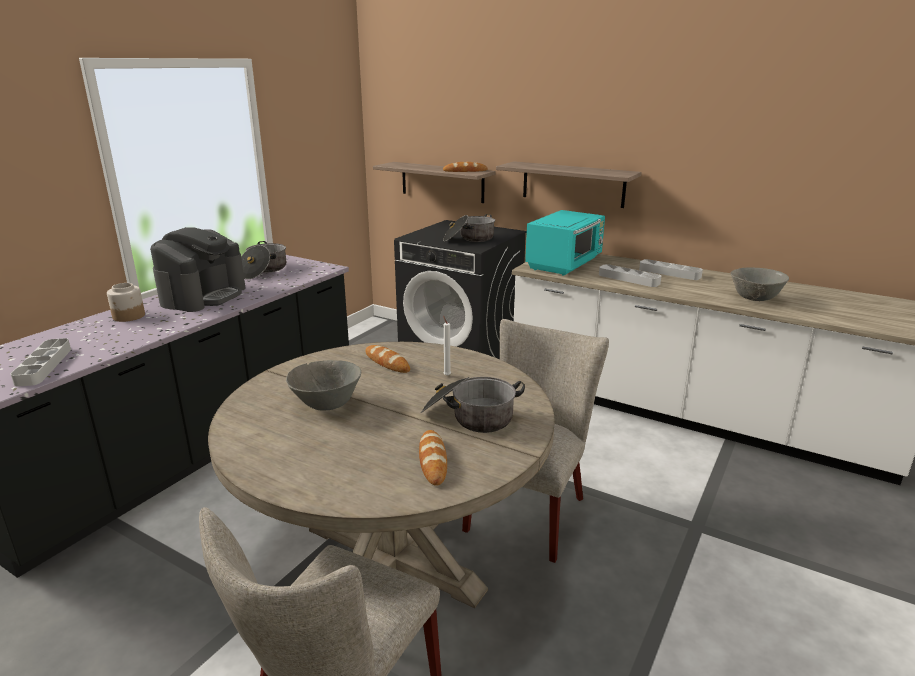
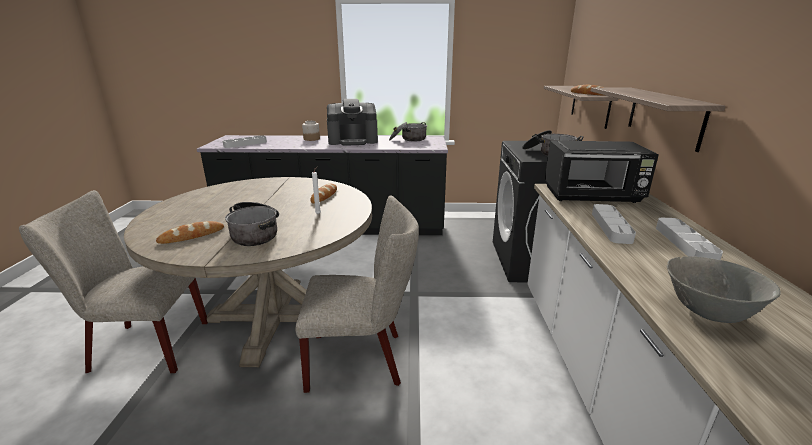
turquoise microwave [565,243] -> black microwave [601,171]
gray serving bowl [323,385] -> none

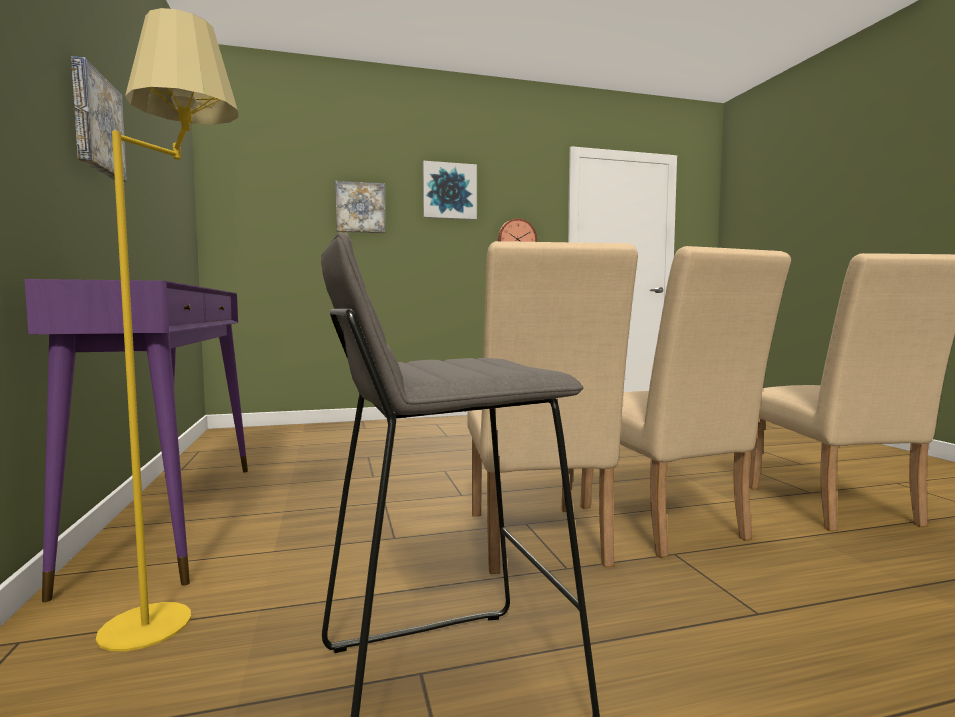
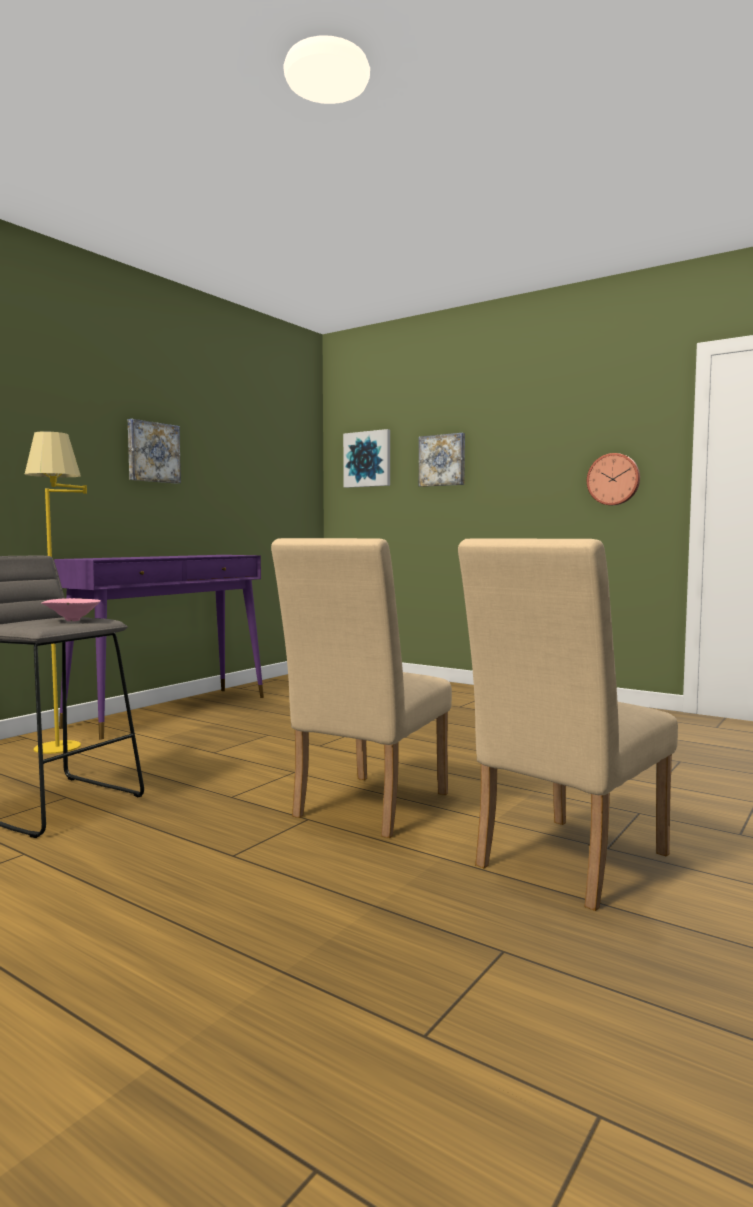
wall art [450,190] -> wall art [366,458], moved
beige-coloured upright chair [552,407] -> none
none -> pinkish serving bowl [71,609]

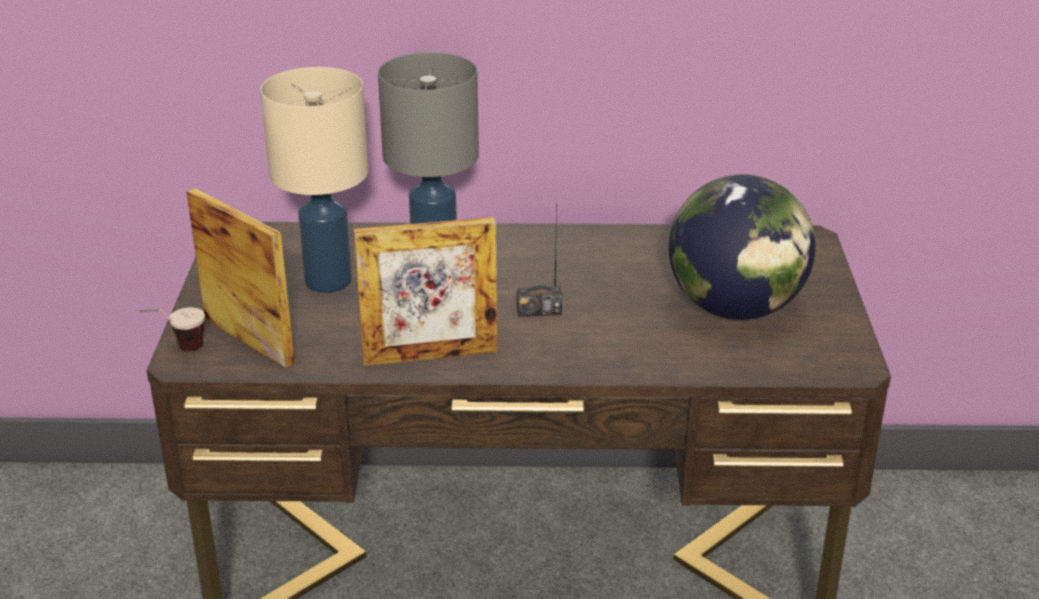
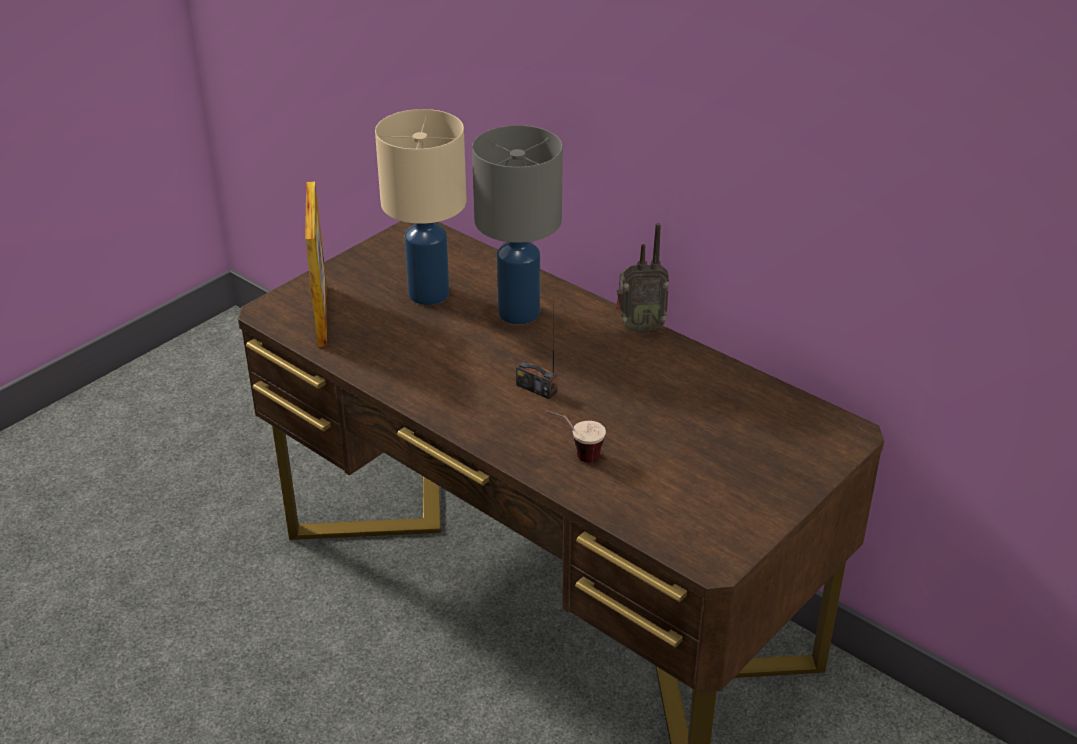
globe [742,247] -> none
standing frame [425,291] -> none
drinking cup [172,329] -> drinking cup [575,436], moved
none -> radio set [643,278]

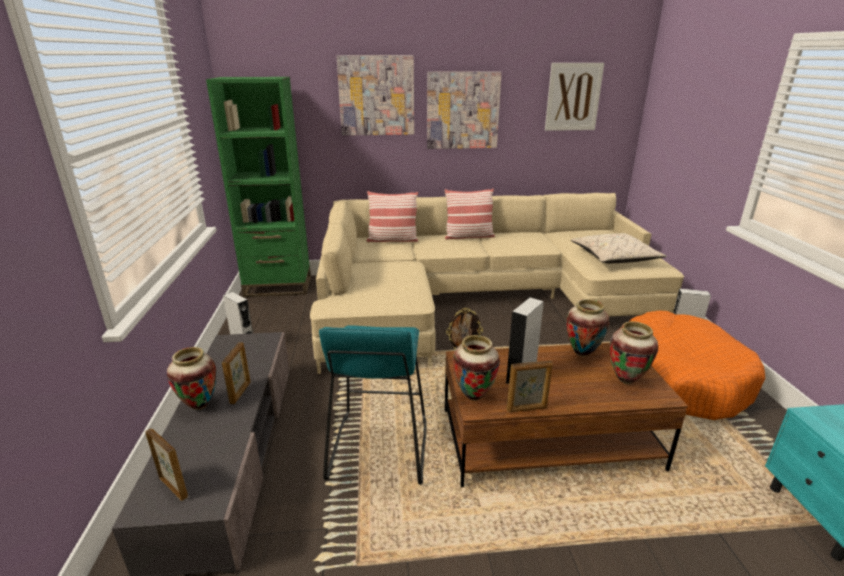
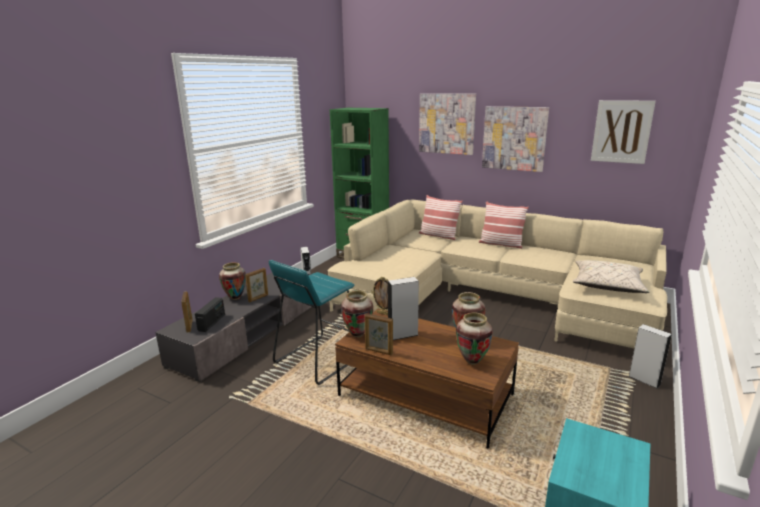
orangey dog cushion [692,365] -> none
none -> radio set [210,314]

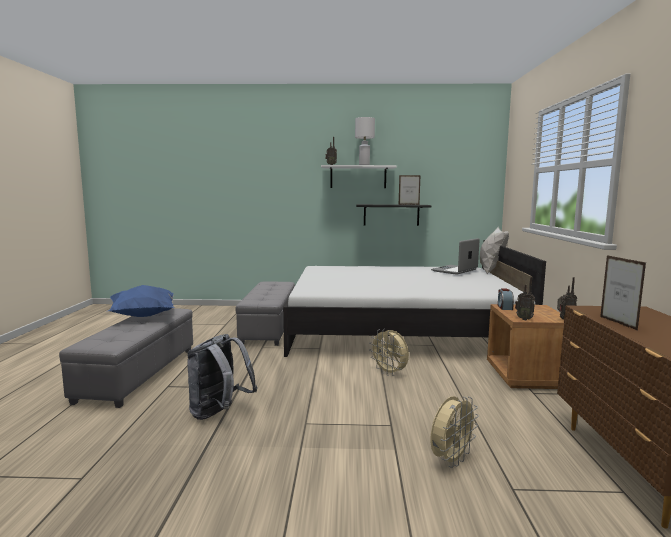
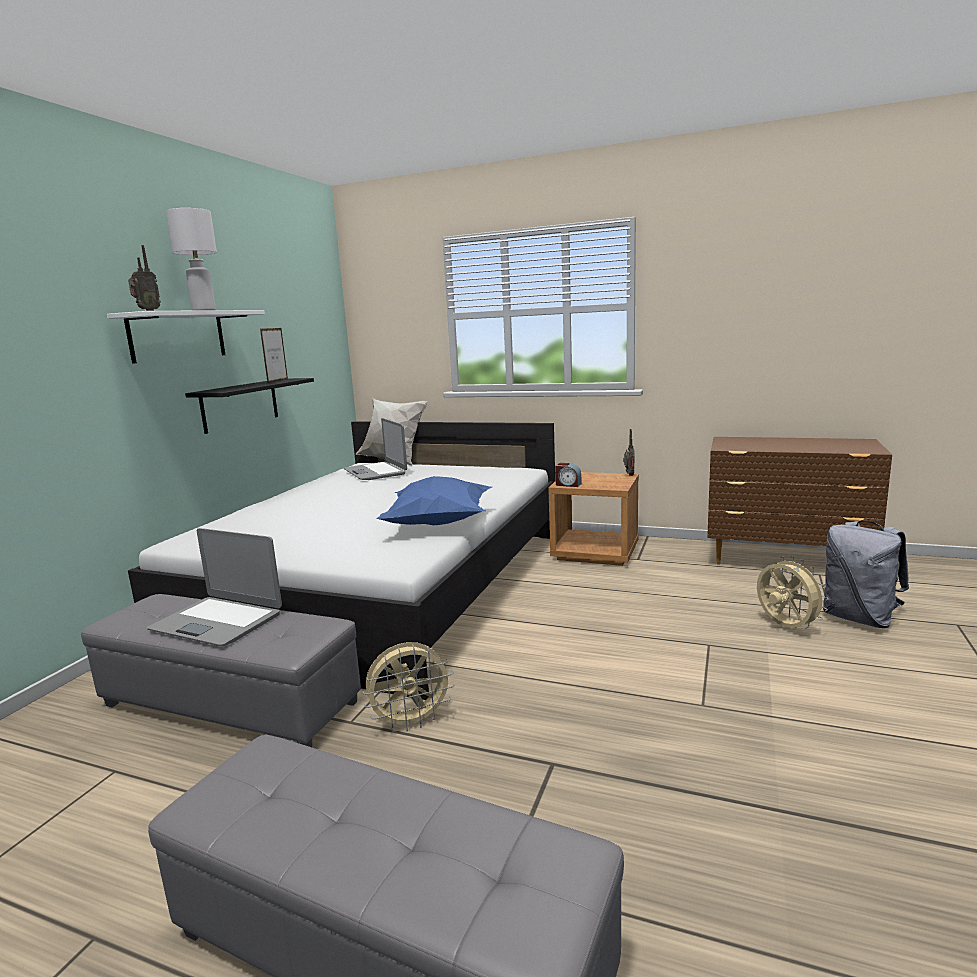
standing frame [623,293] -> none
radio set [525,298] -> none
blue throw pillow [141,301] -> blue throw pillow [434,500], moved
beige-coloured cooling fan [389,352] -> beige-coloured cooling fan [409,686], moved
gray backpack [222,377] -> gray backpack [866,574], moved
none -> laptop [214,587]

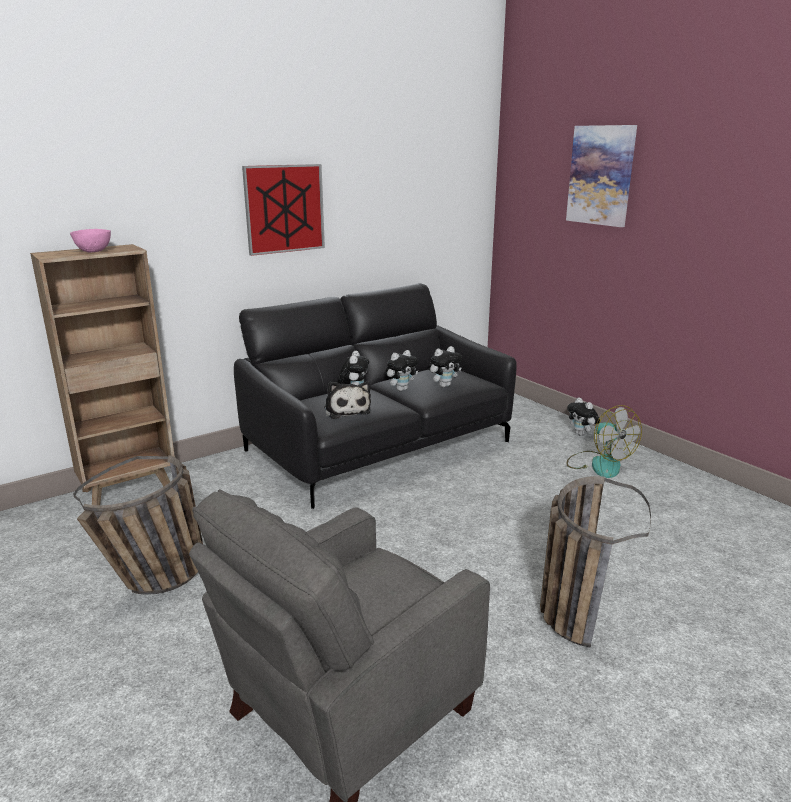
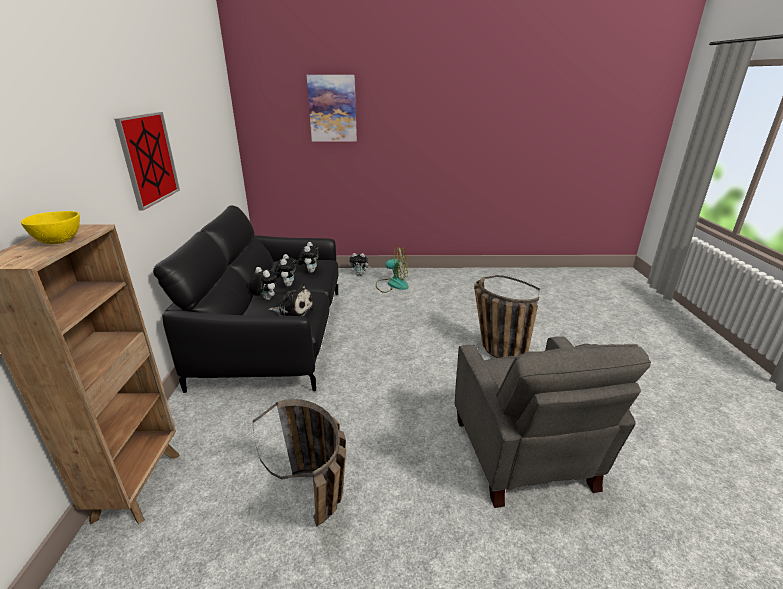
pinkish serving bowl [90,240] -> yellow serving bowl [50,227]

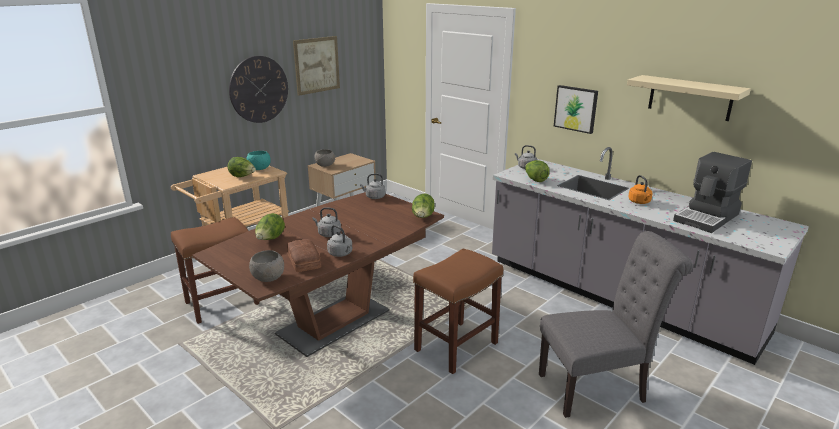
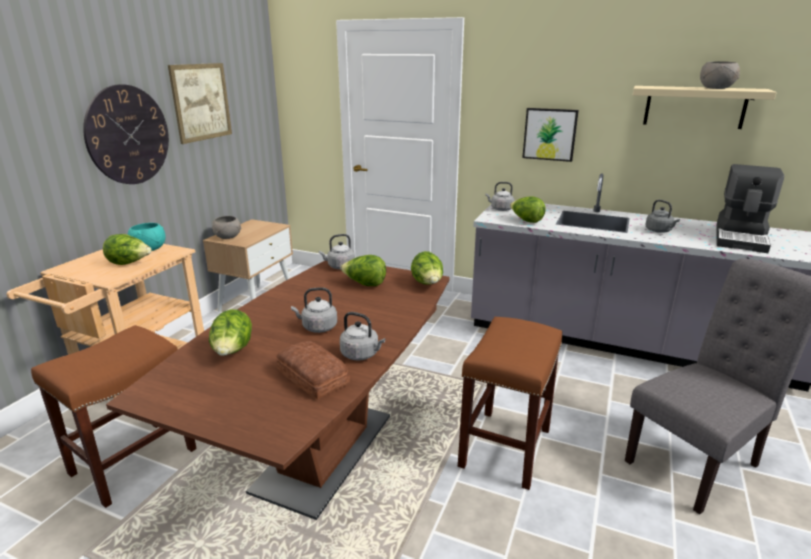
orangey kettle [640,189] -> gray kettle [662,216]
gray serving bowl [266,266] -> gray serving bowl [720,75], moved
none -> lettuce [363,270]

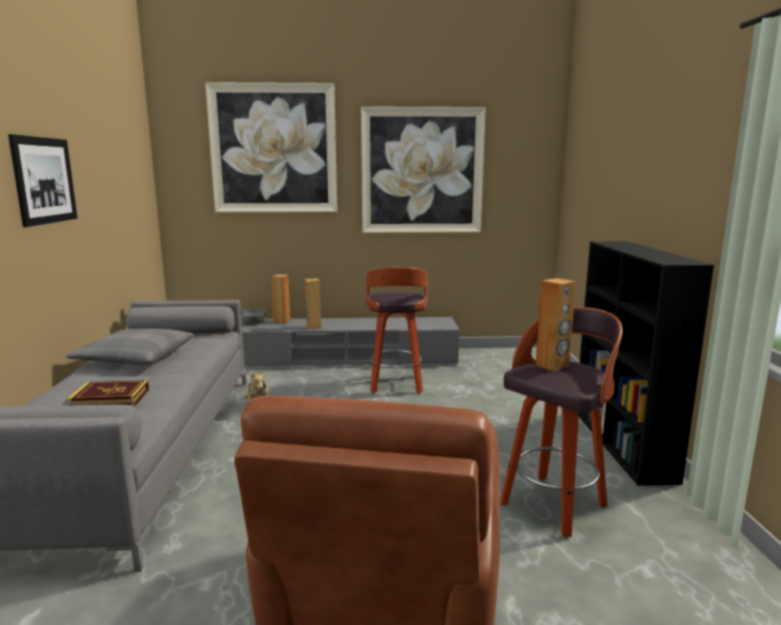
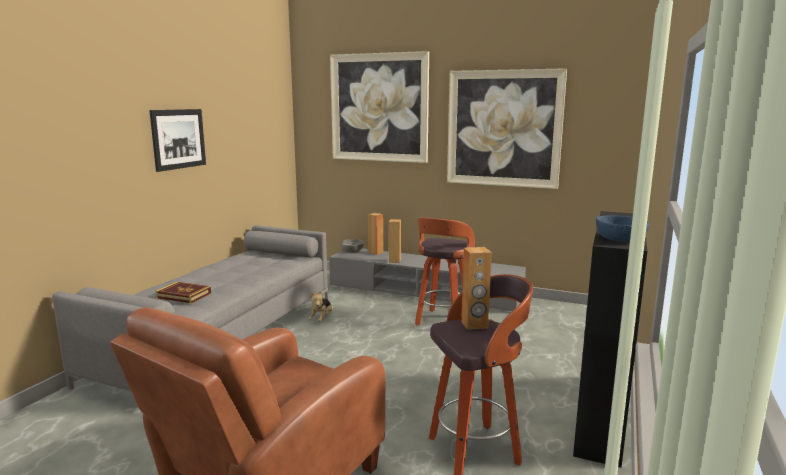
gray throw pillow [130,347] -> none
none -> blue serving bowl [622,229]

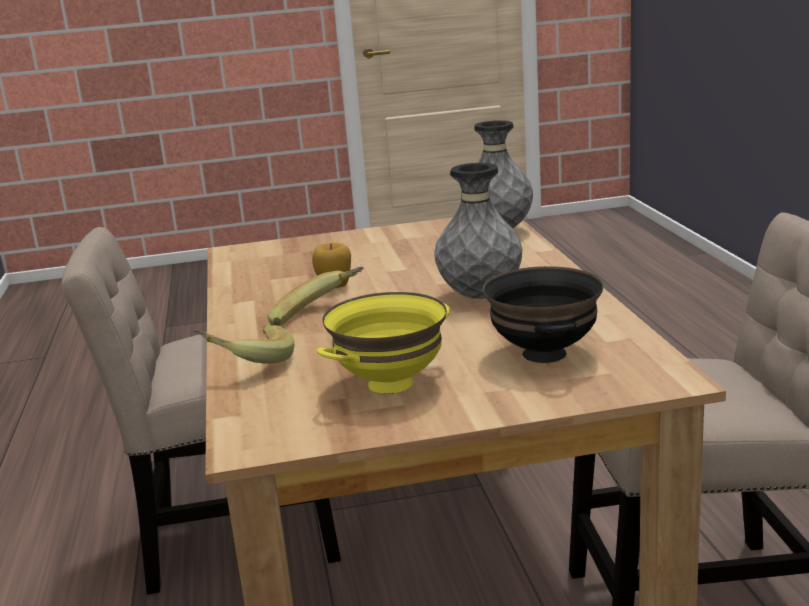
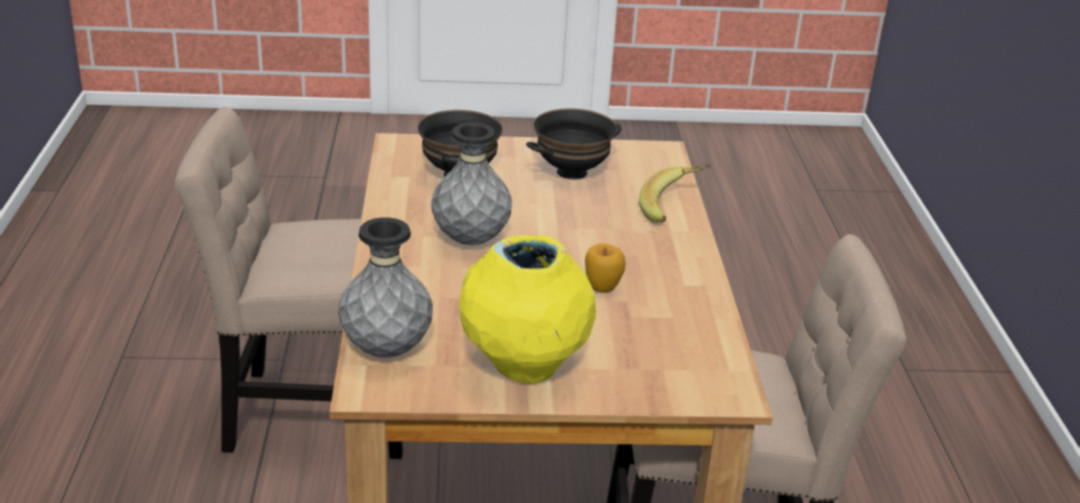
banana [315,296] -> none
yellow serving bowl [383,343] -> black serving bowl [573,143]
none -> yellow decorative vase [527,309]

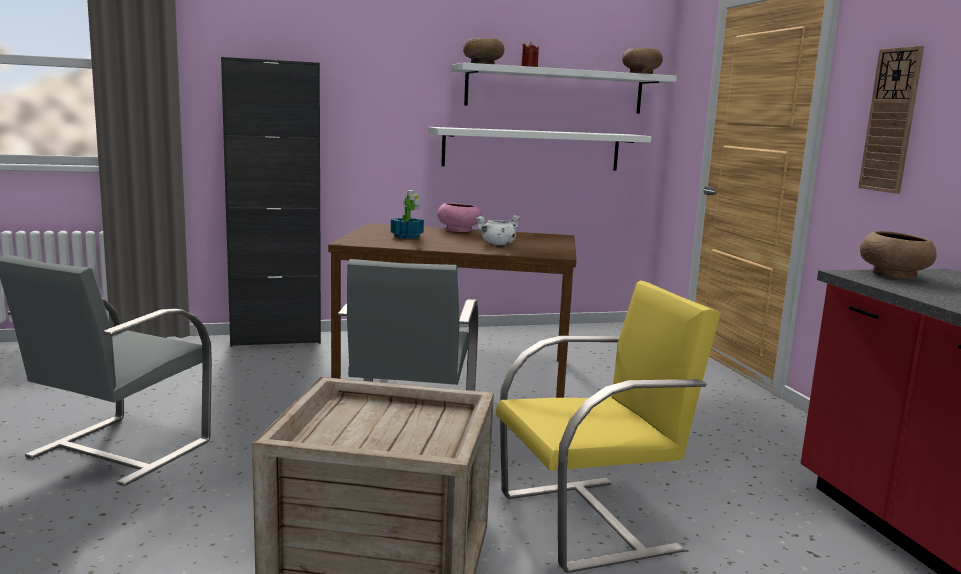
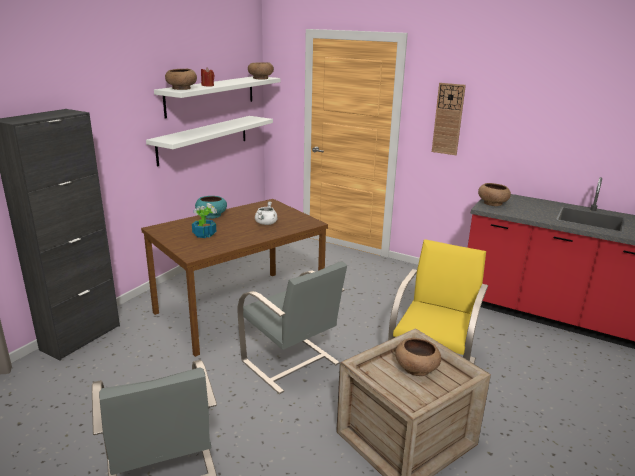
pinkish serving bowl [459,217] -> turquoise serving bowl [211,207]
none -> brown serving bowl [418,357]

